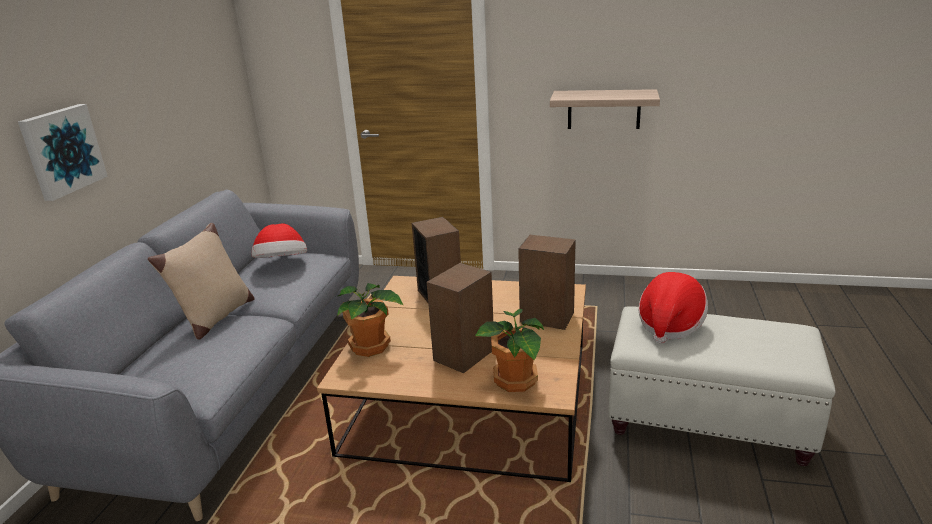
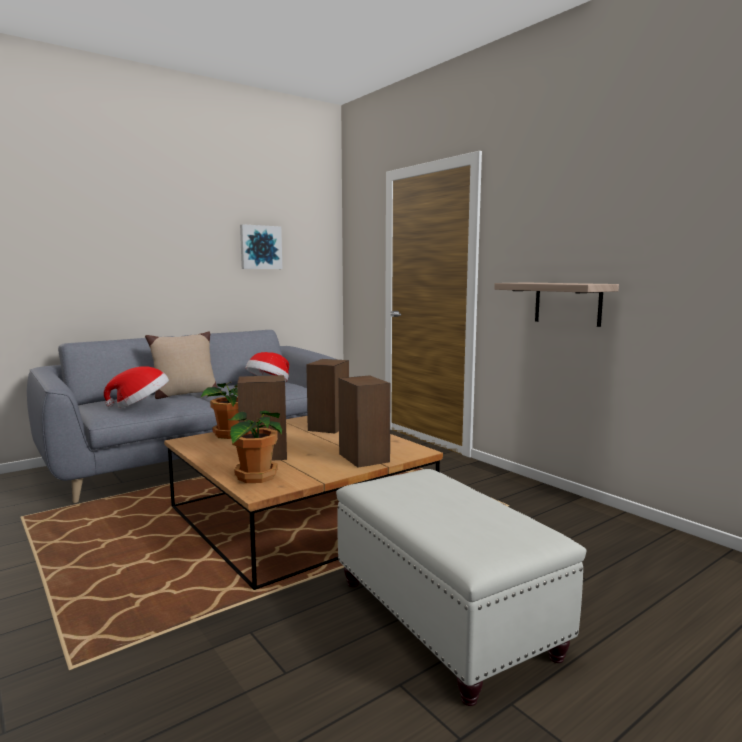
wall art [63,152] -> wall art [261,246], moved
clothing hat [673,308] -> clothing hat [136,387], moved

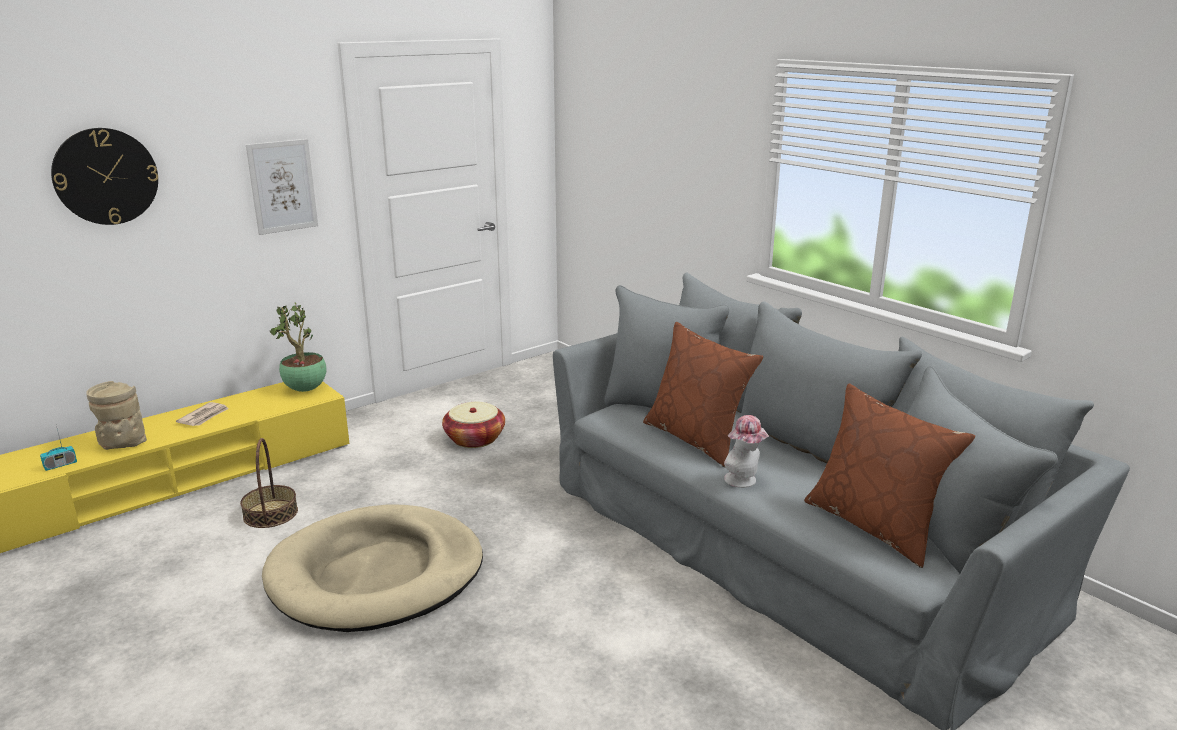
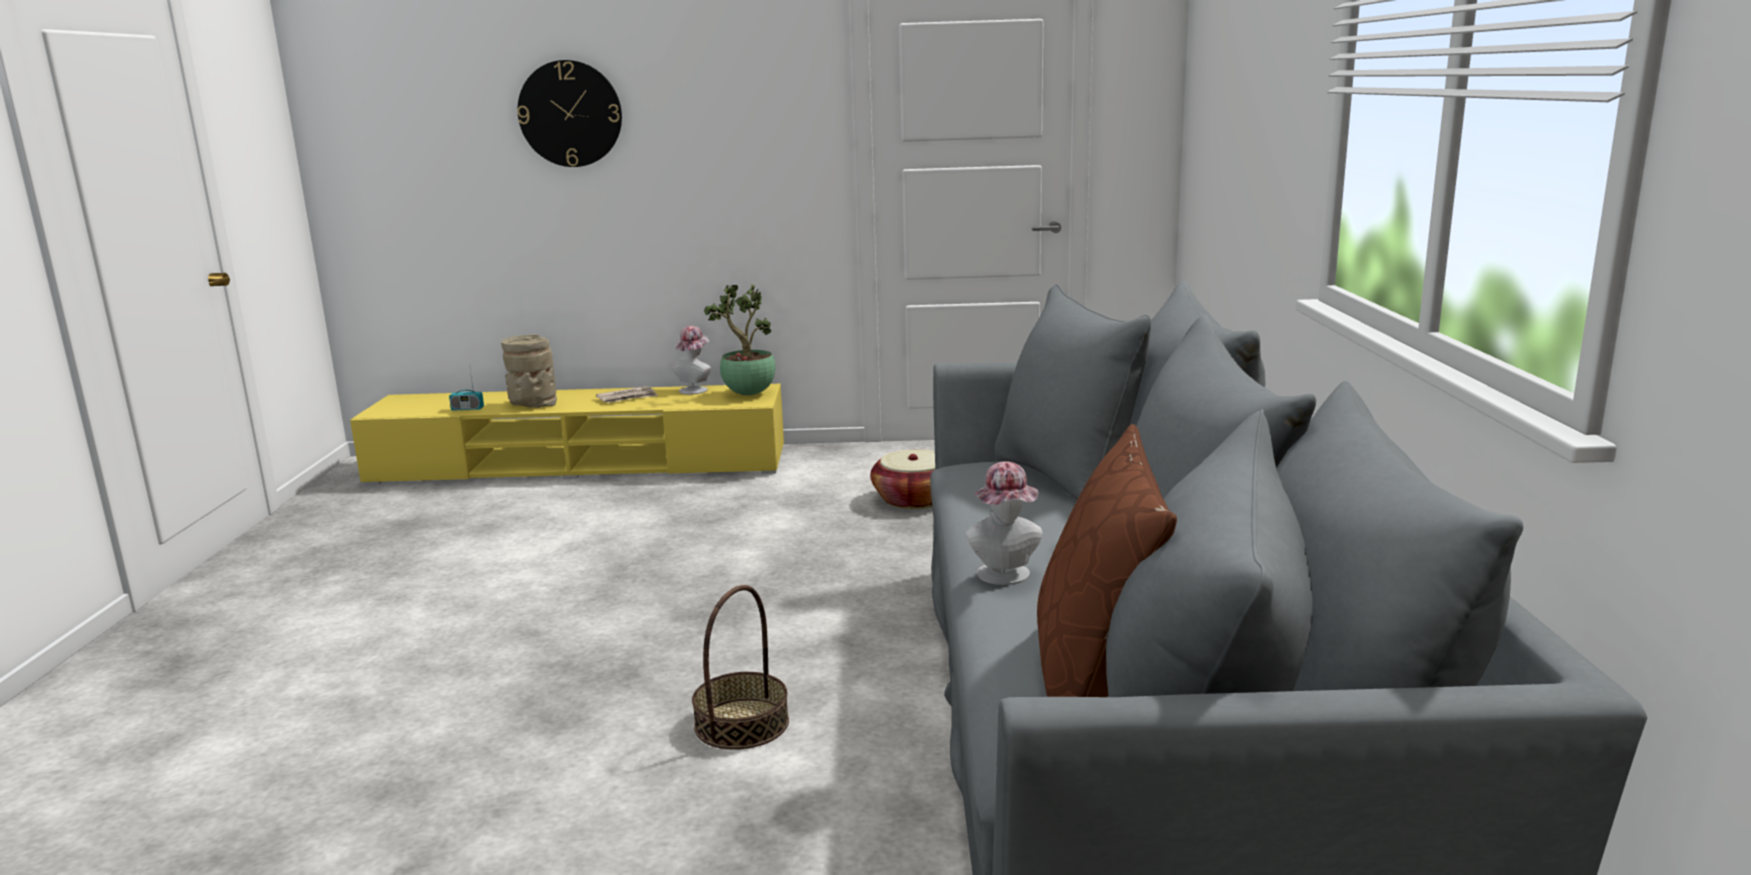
wall art [282,187] -> none
brown throw pillow [703,394] -> none
household basket [269,483] -> household basket [740,667], moved
beige-coloured dog cushion [372,568] -> none
none -> clothing hat [692,360]

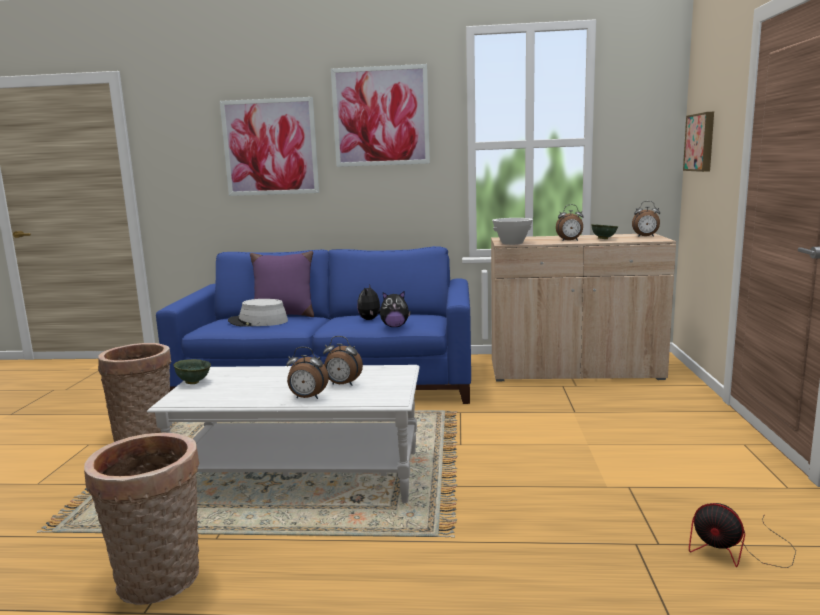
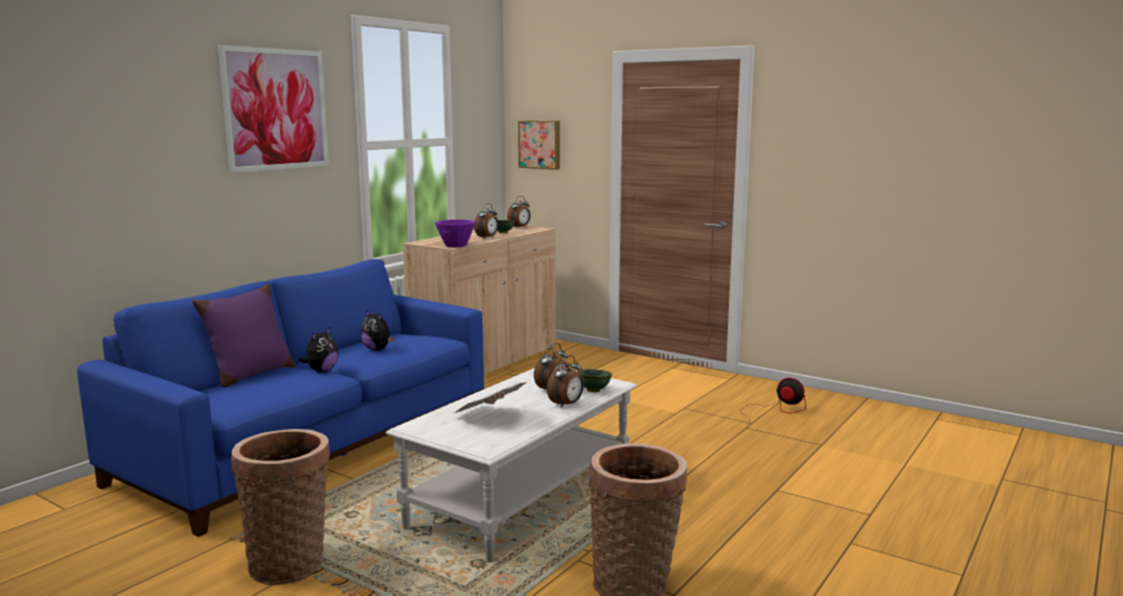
wall art [269,146] -> none
white-coloured serving bowl [512,231] -> purplish serving bowl [455,233]
cuddly toy [395,309] -> cuddly toy [319,349], moved
gray clothing hat [258,313] -> none
green serving bowl [192,371] -> green serving bowl [594,380], moved
cooling fan [742,535] -> cooling fan [773,401], 120 degrees counterclockwise
none -> printed paper [490,397]

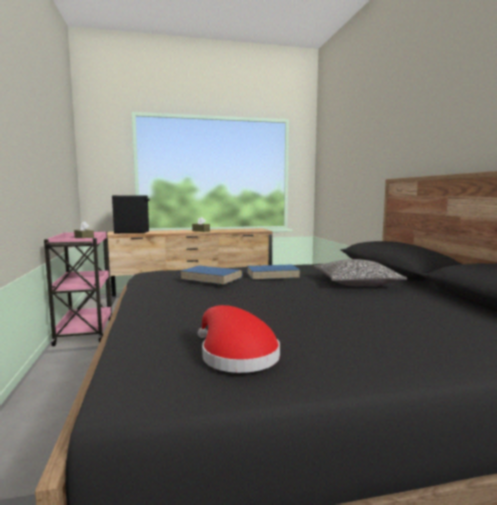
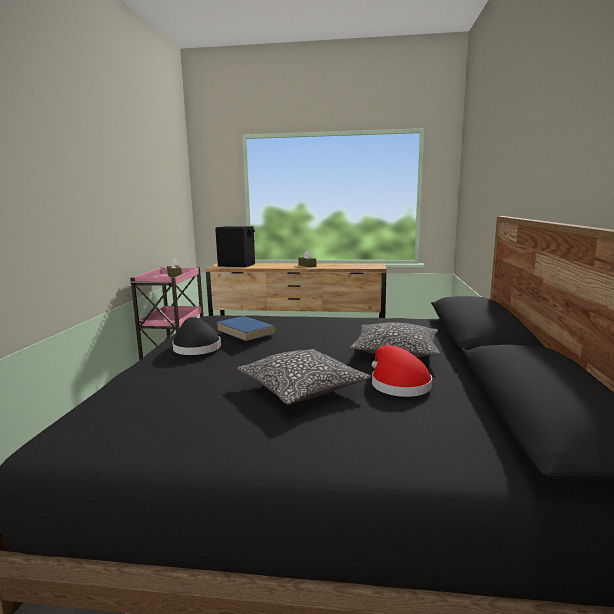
blue volume [274,271] -> none
red-coloured clothing hat [239,339] -> red-coloured clothing hat [402,371], moved
none -> black clothing hat [196,336]
none -> throw pillow [304,376]

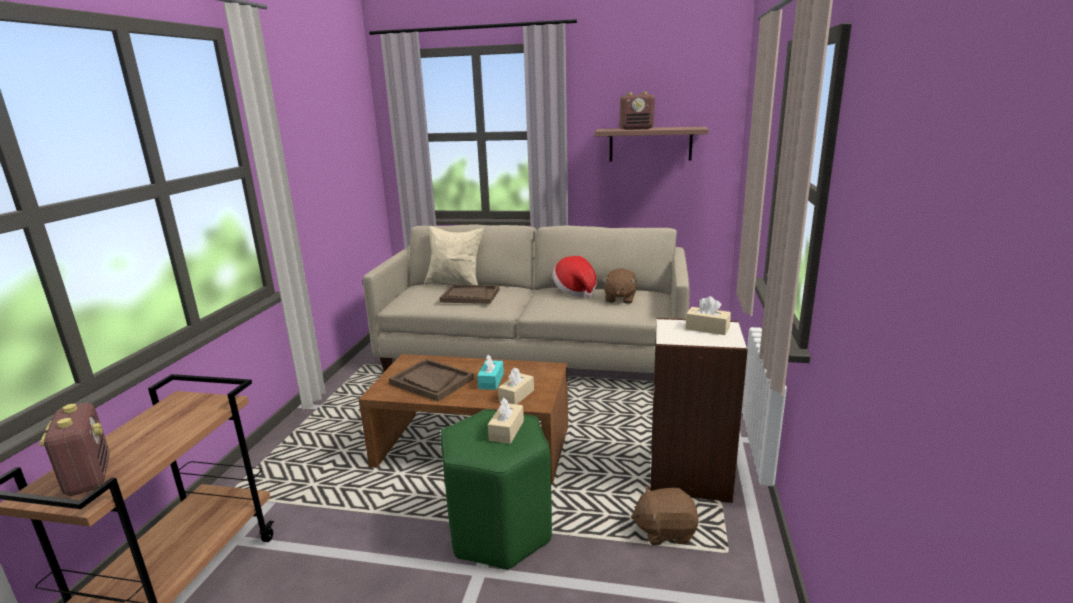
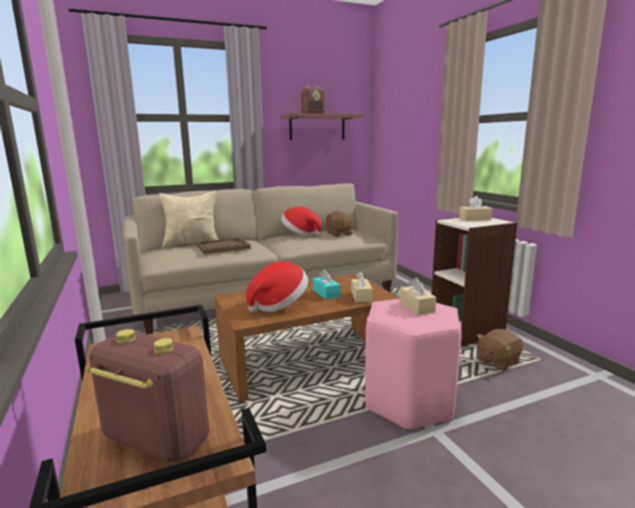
brown serving tray [431,380] -> clothing hat [277,287]
green stool [496,489] -> pinkish stool [413,364]

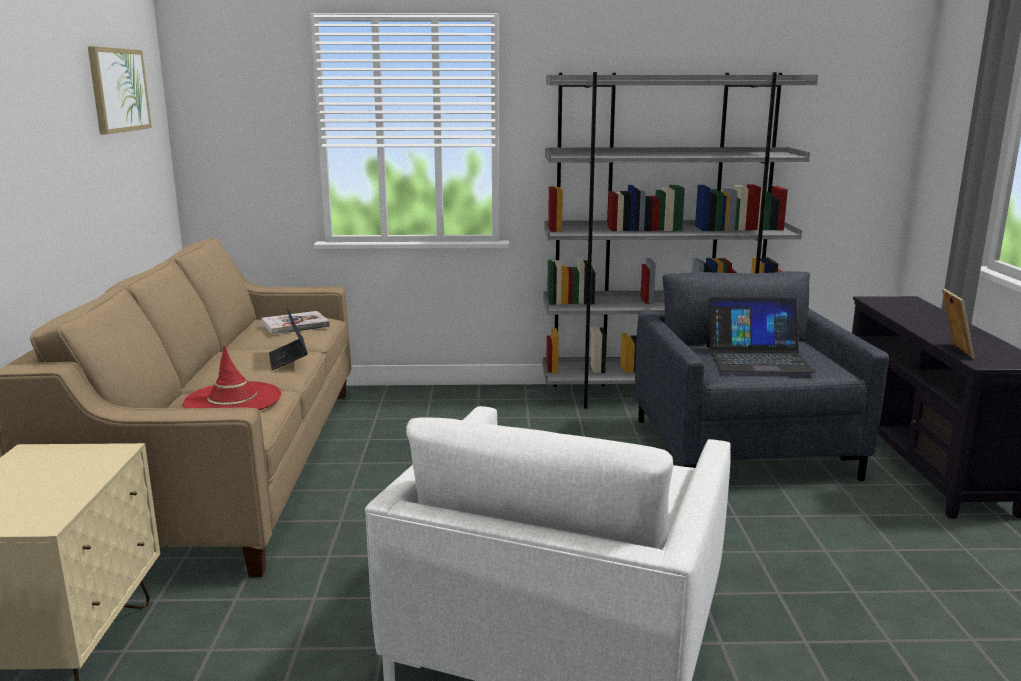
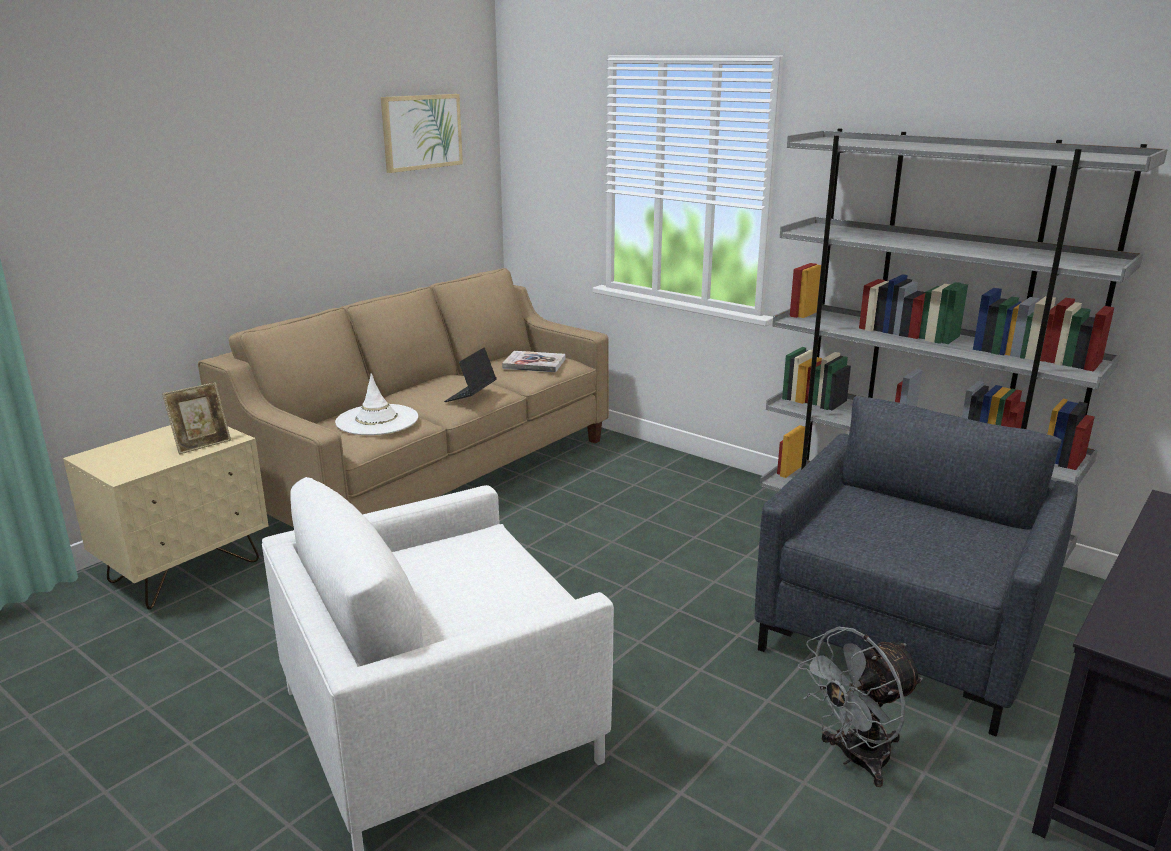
standing frame [958,323] -> standing frame [196,418], moved
laptop [761,335] -> none
red-coloured clothing hat [232,378] -> white-coloured clothing hat [376,404]
none -> gray cooling fan [860,707]

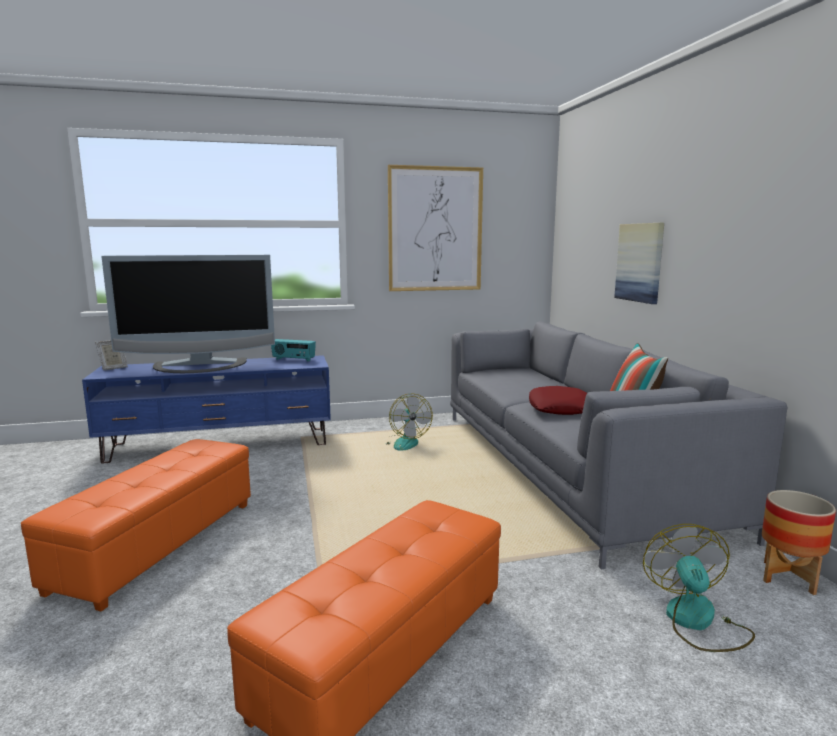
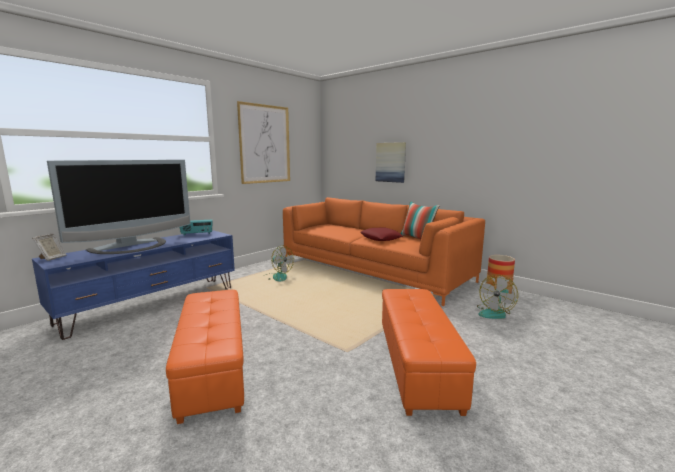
gray couch [618,445] -> orangey couch [384,251]
cooling fan [699,588] -> cooling fan [497,297], 105 degrees counterclockwise

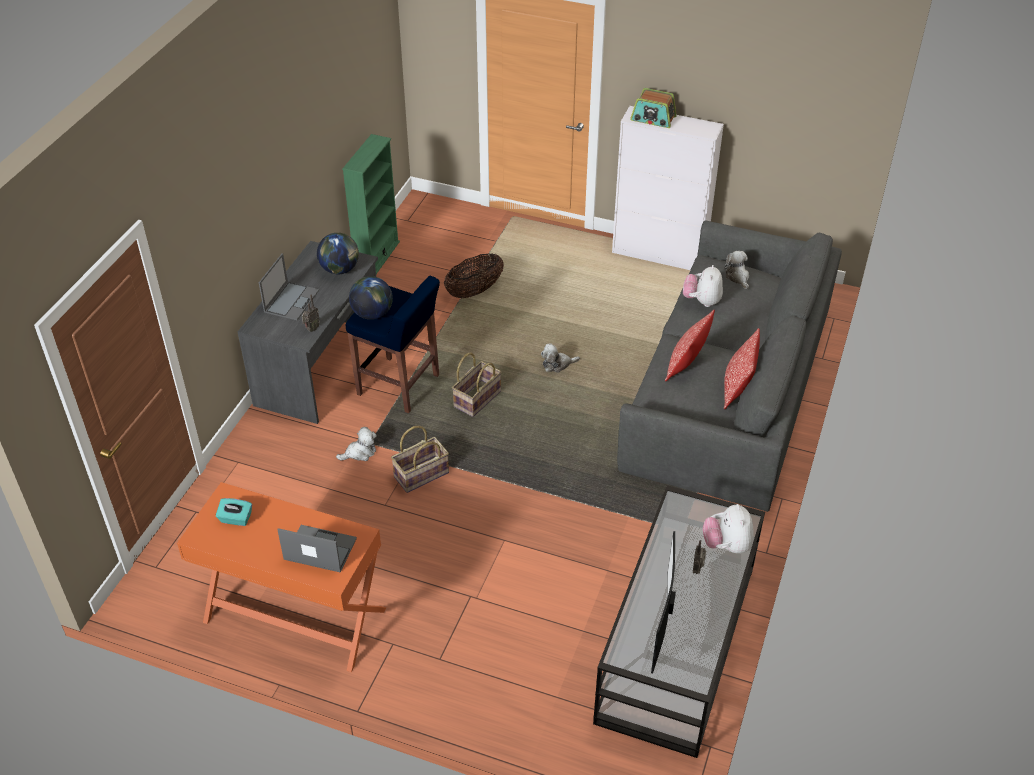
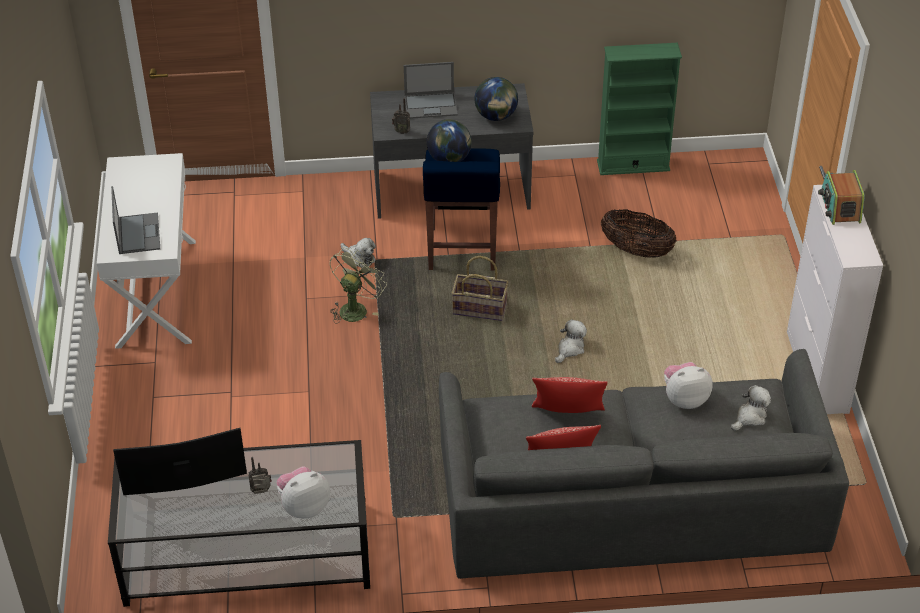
cuddly toy [560,358] -> cuddly toy [571,341], 75 degrees clockwise
household basket [420,459] -> green cooling fan [358,286]
orangey hall table [281,577] -> white-coloured hall table [146,251]
turquoise box of tissues [234,512] -> none

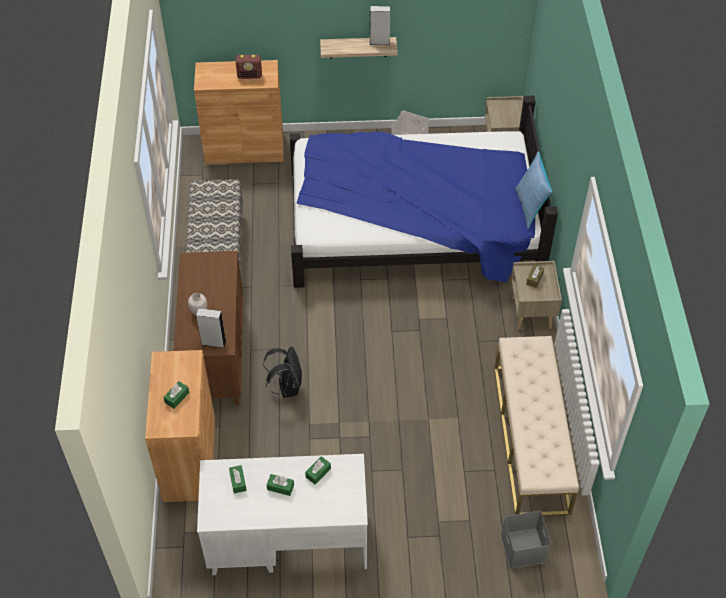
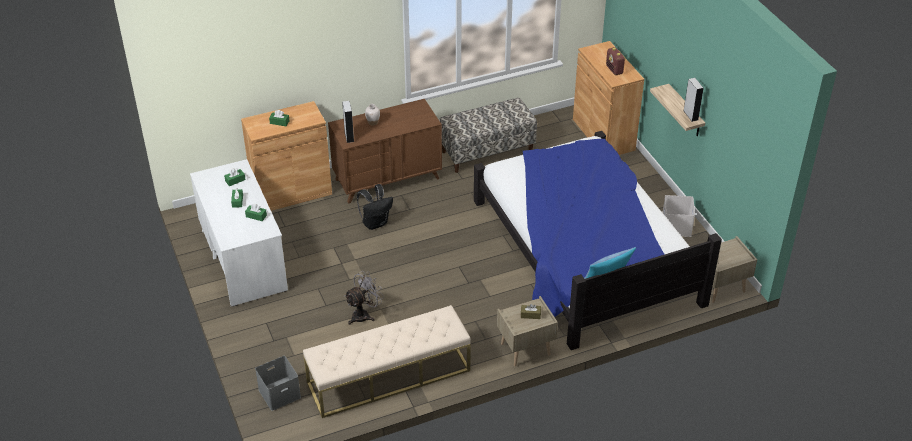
none -> gray cooling fan [364,298]

